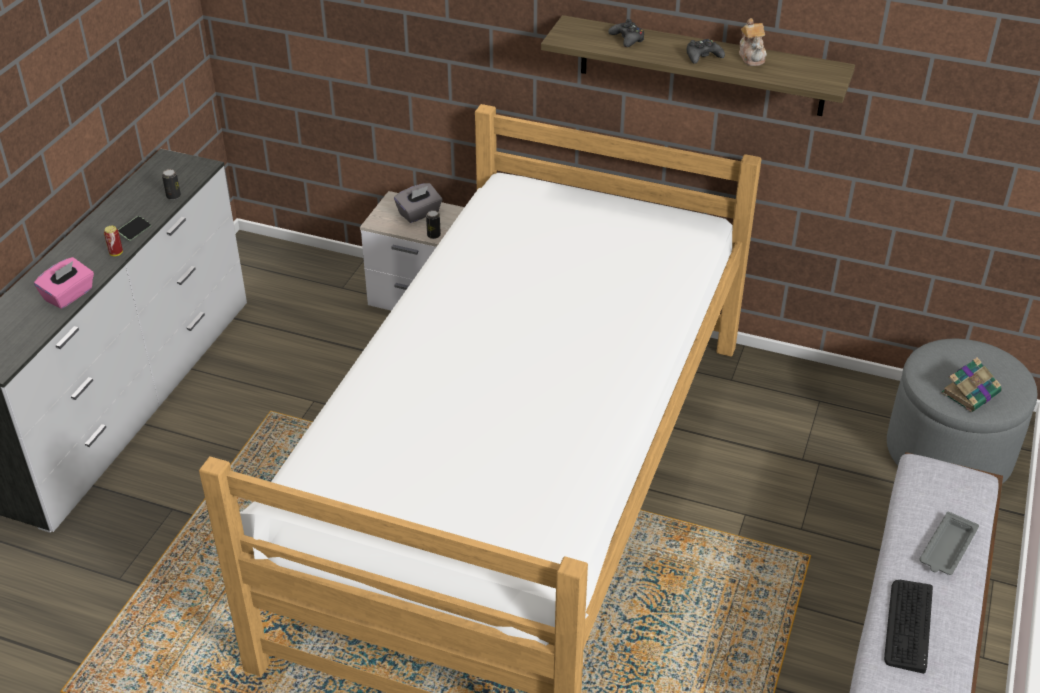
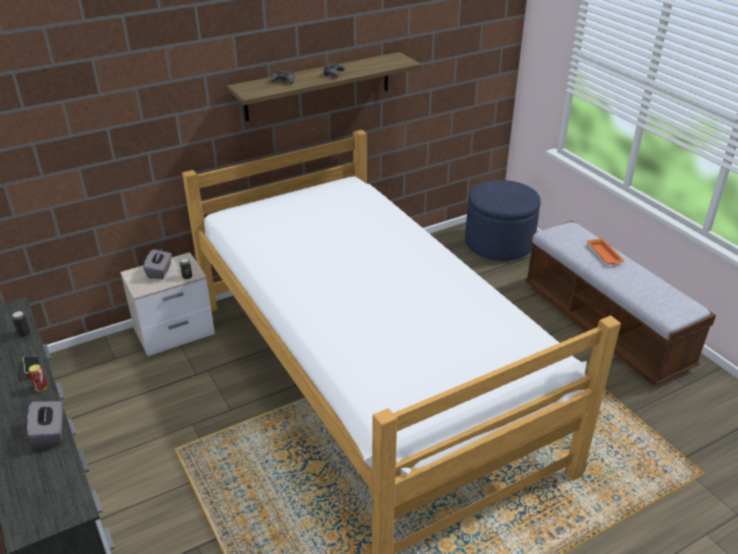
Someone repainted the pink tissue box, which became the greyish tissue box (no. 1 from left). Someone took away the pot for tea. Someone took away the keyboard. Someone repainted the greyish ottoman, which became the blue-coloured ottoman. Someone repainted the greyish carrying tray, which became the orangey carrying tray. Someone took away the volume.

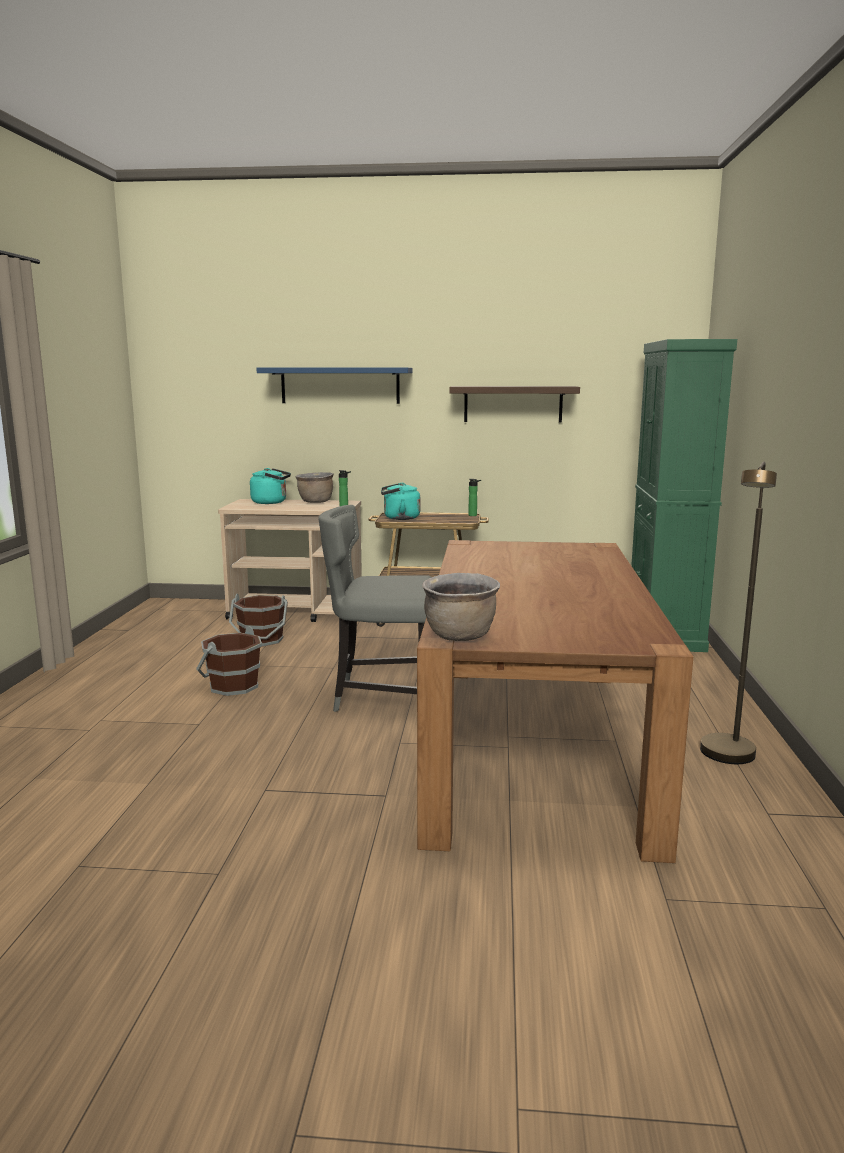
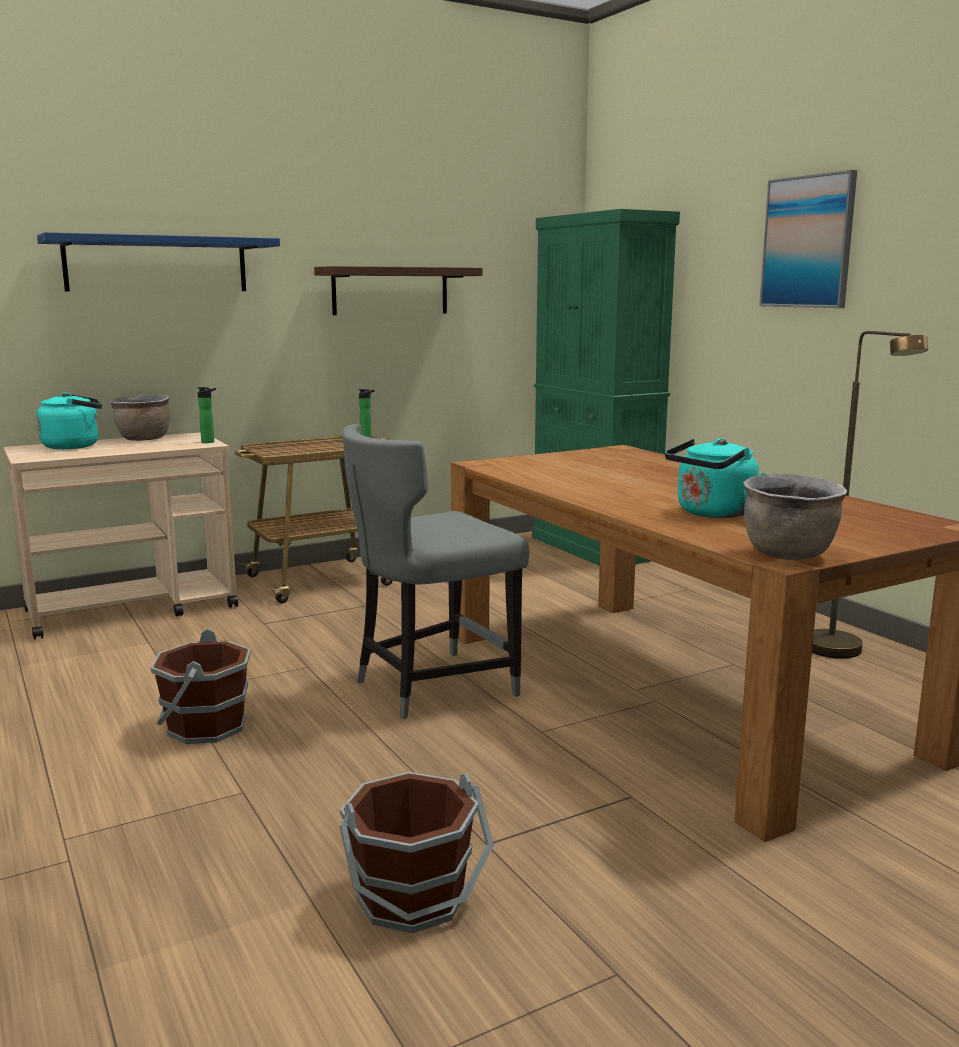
Someone carried the brownish pail (no. 2 from left). Someone carried the blue-green water kettle (no. 2 from left). Someone put up the picture.

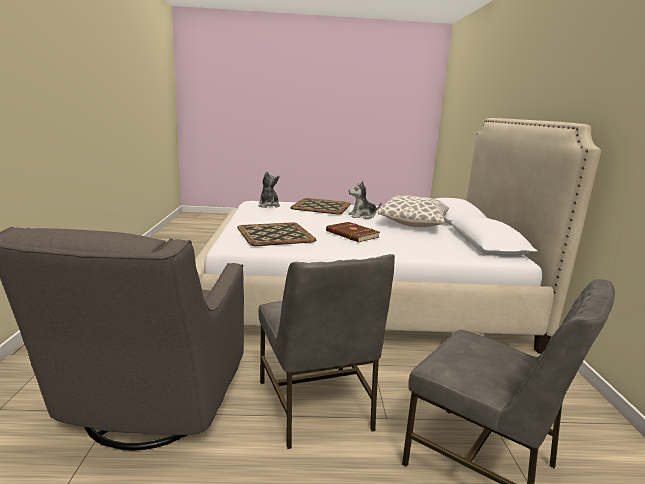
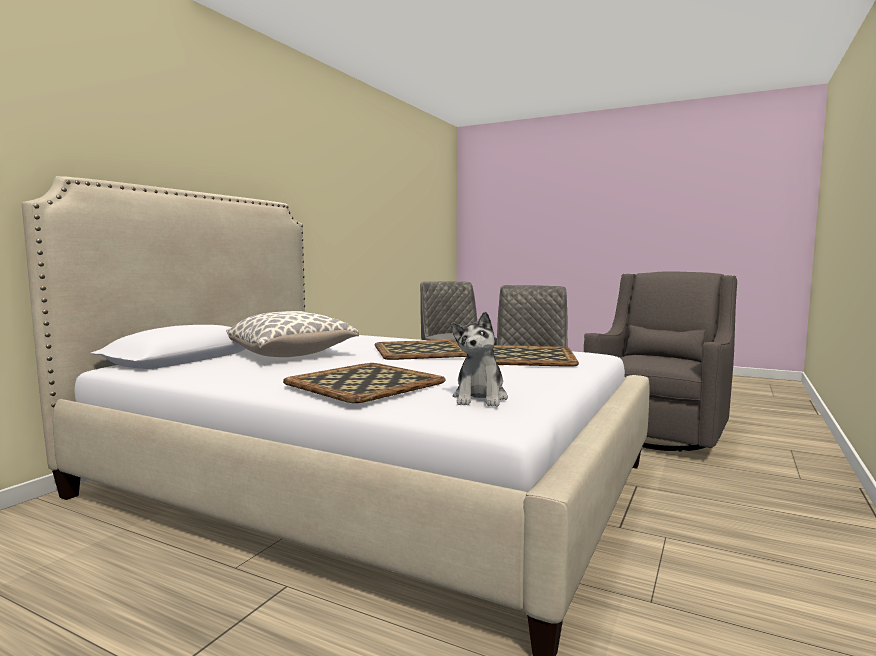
Someone swapped the brownish volume for the carrying tray (no. 2 from left). Someone took away the cuddly toy (no. 2 from left).

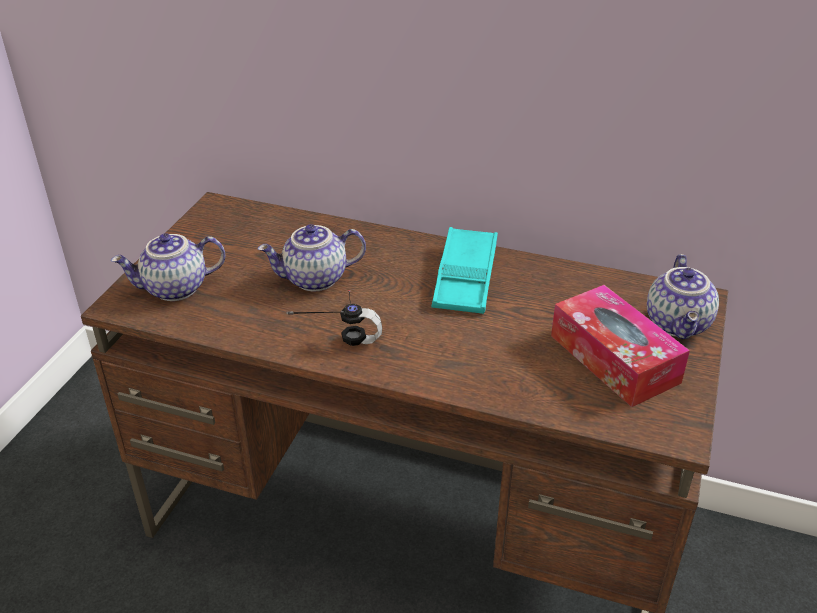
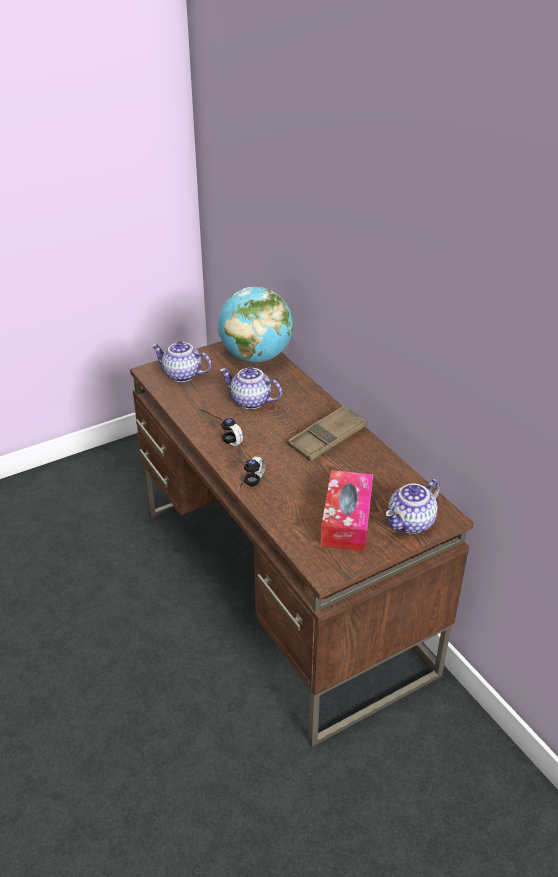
Someone repainted the blue-green carrying tray, which became the brownish carrying tray. Someone put down the globe. Someone put down the pair of headphones (no. 2 from left).

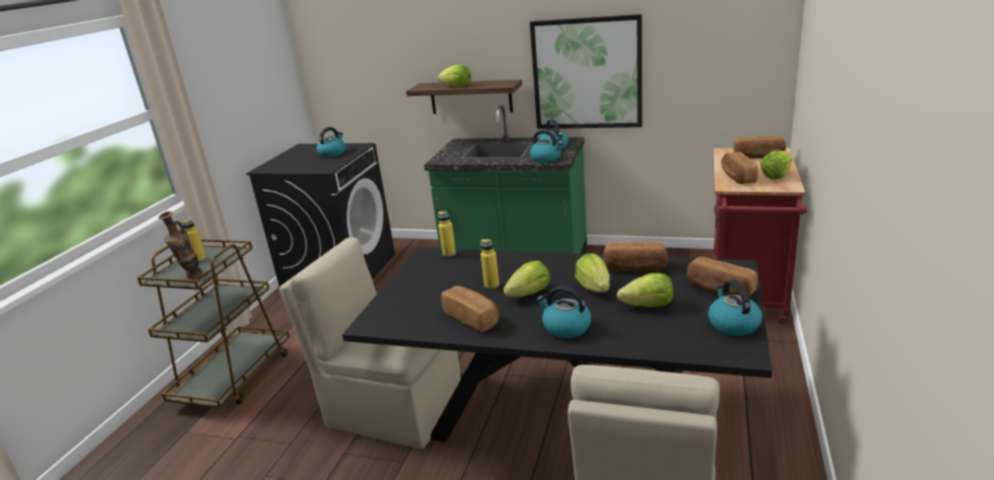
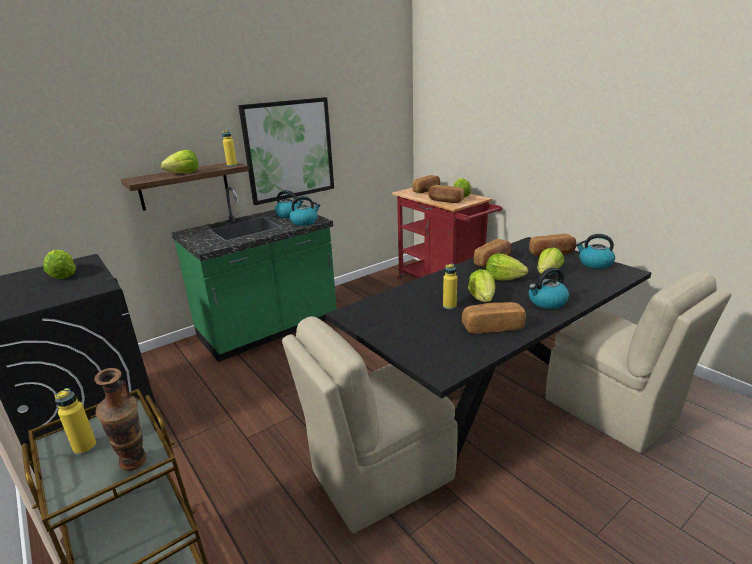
Someone swapped the water kettle (no. 1 from left) for the head of lettuce (no. 1 from left). Someone carried the yellow bottle (no. 2 from left).

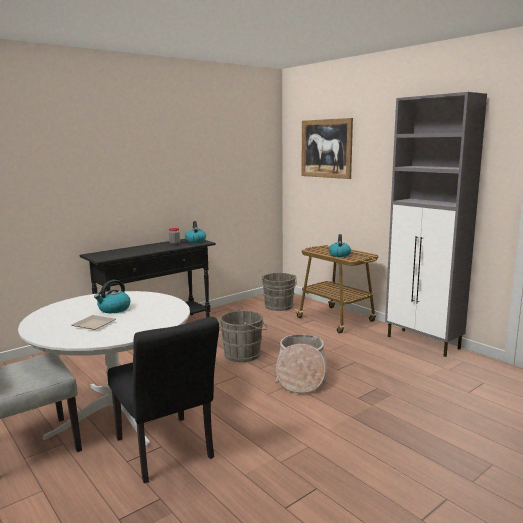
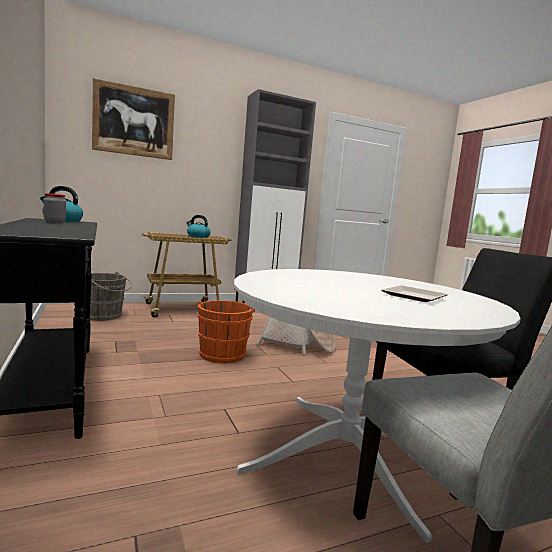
Someone took away the water kettle (no. 1 from left). Someone repainted the greyish pail (no. 1 from left), which became the orangey pail.

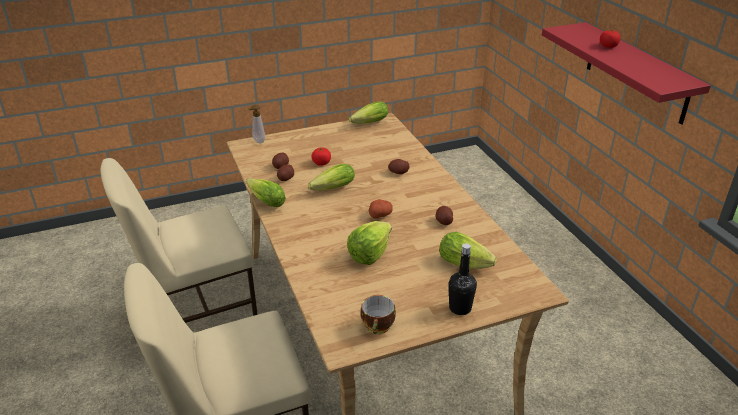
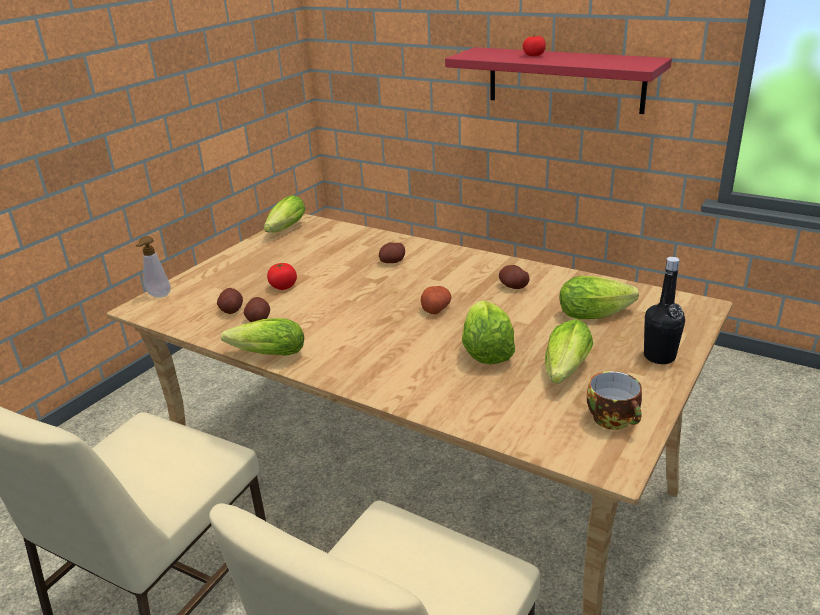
Someone carried the head of lettuce (no. 2 from left in the first image).

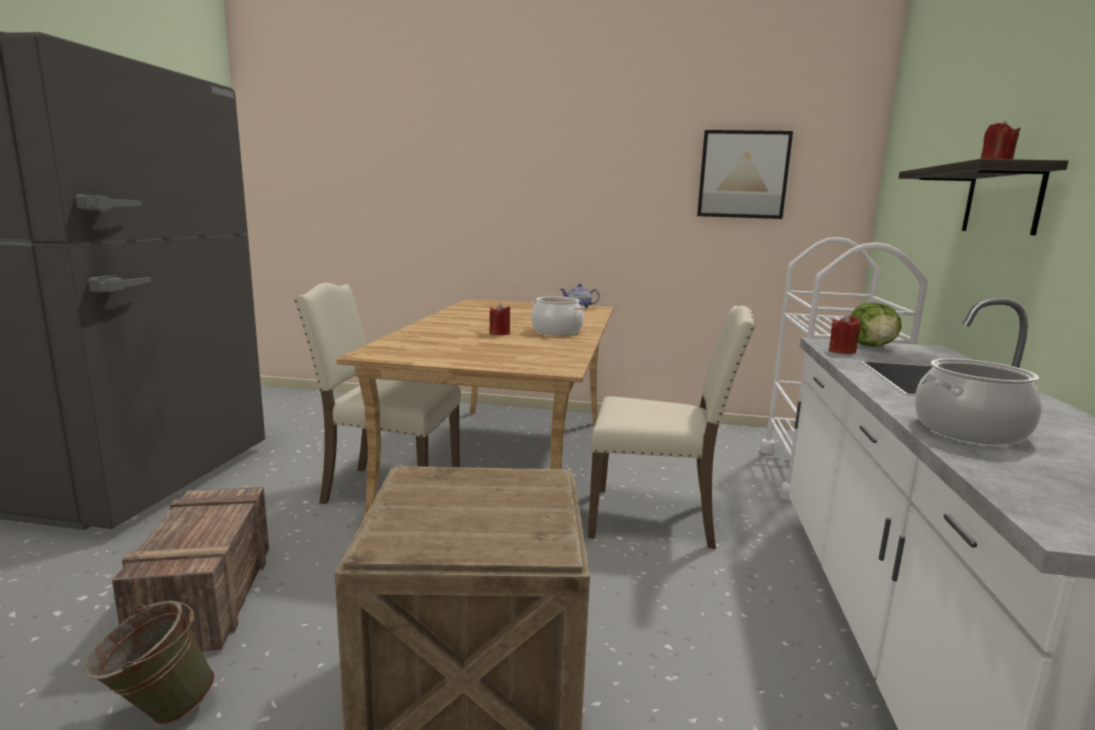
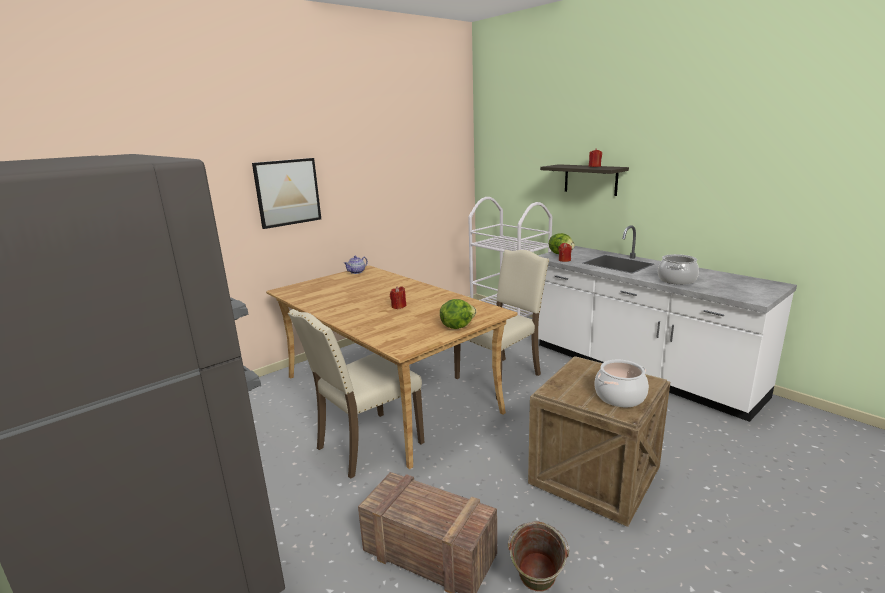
Someone carried the saucepot (no. 1 from left). Someone carried the picture. Someone put down the head of lettuce (no. 1 from left).

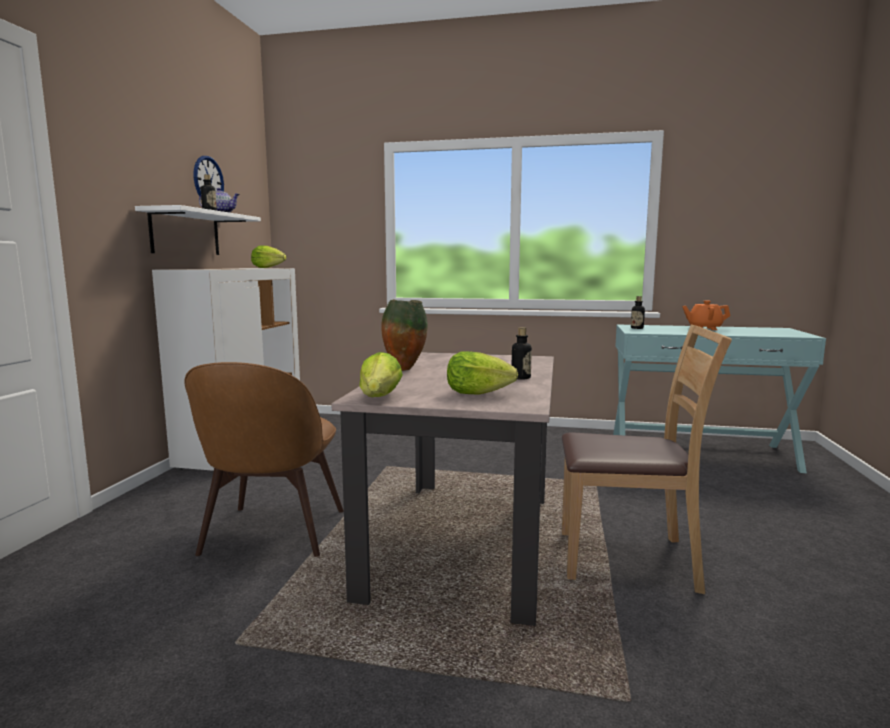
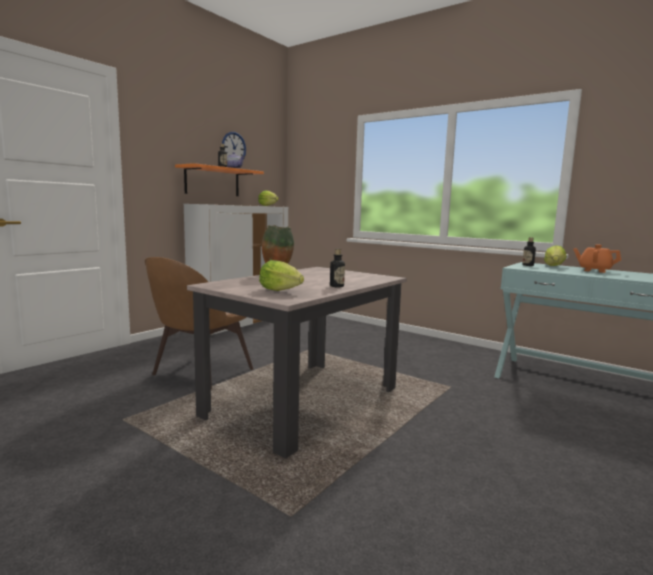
Someone repainted the white bracket shelf, which became the orangey bracket shelf. Someone carried the head of lettuce (no. 2 from left in the first image). Someone took away the brownish chair (no. 2 from left).

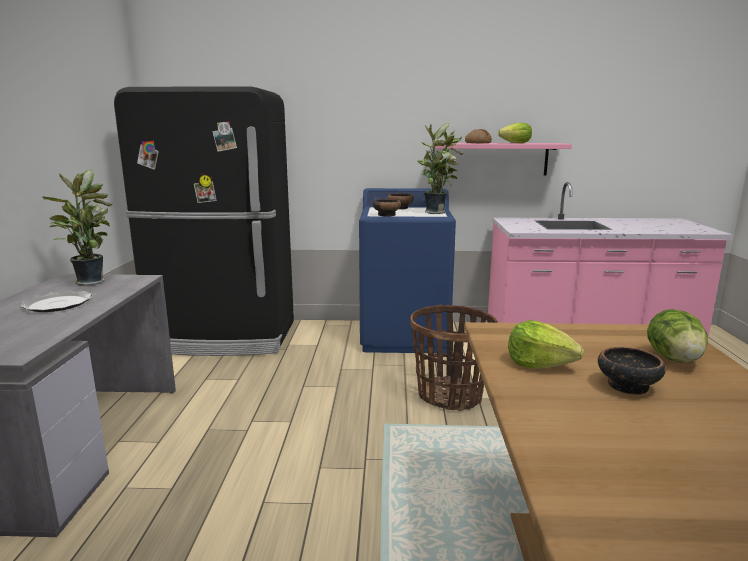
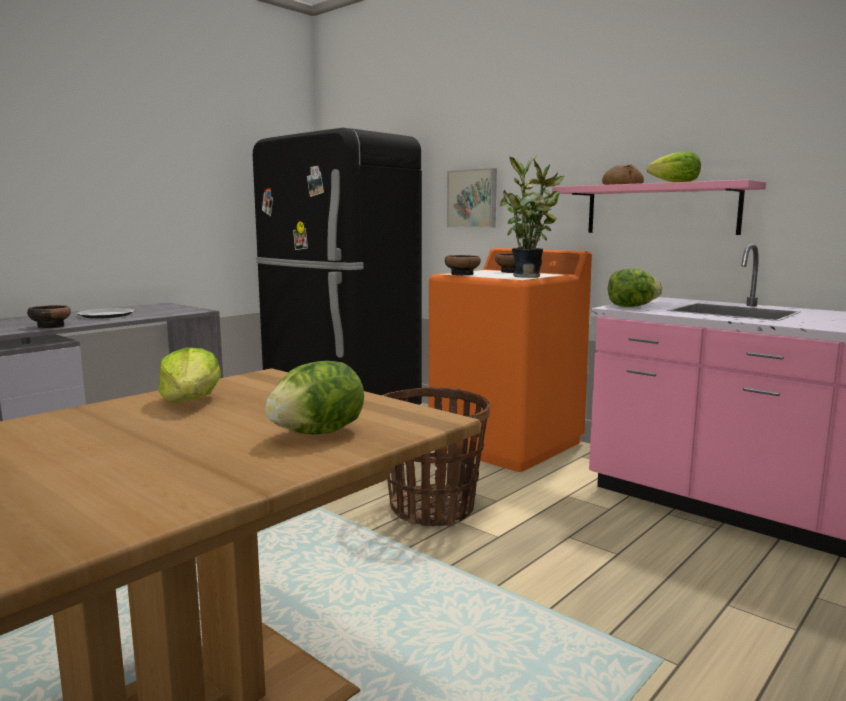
Someone took away the plant in a pot (no. 1 from left). Someone repainted the blue-coloured washing machine, which became the orangey washing machine. Someone carried the deep dish (no. 3 from left in the first image). Someone put up the picture. Someone put down the head of lettuce (no. 3 from left).

